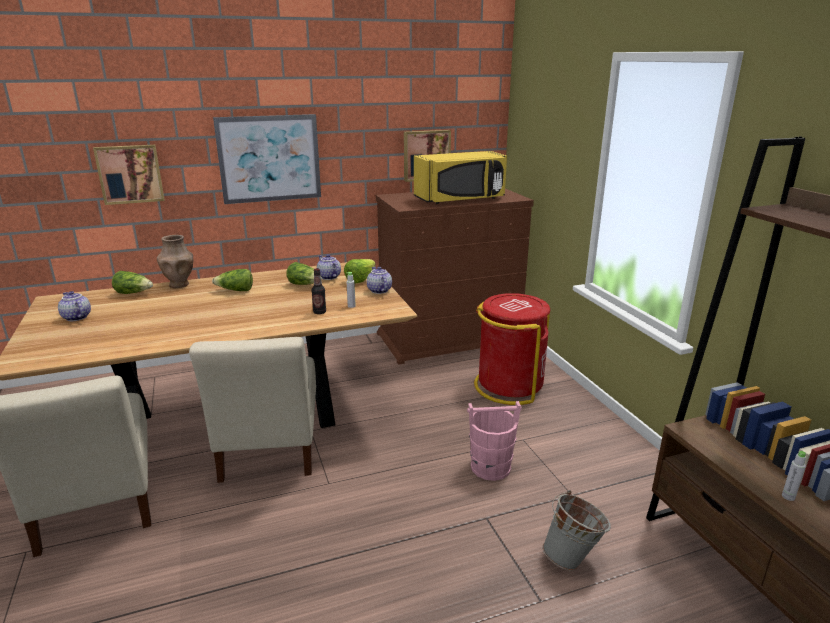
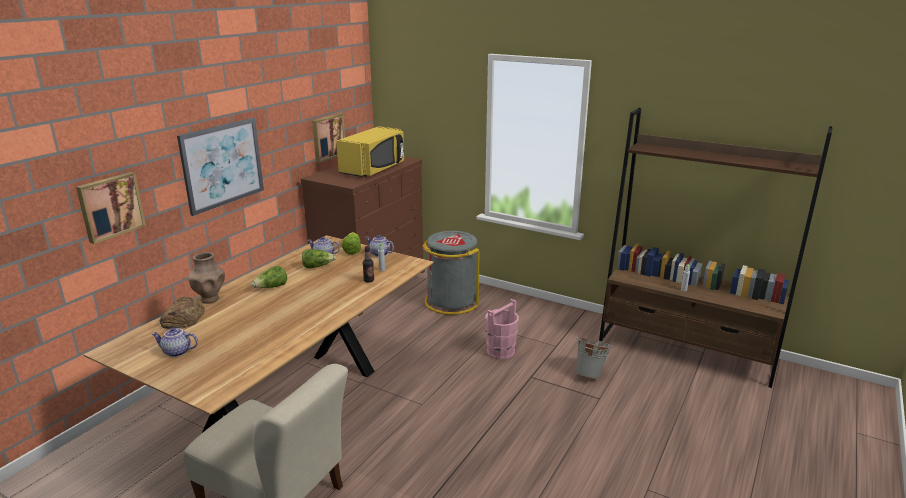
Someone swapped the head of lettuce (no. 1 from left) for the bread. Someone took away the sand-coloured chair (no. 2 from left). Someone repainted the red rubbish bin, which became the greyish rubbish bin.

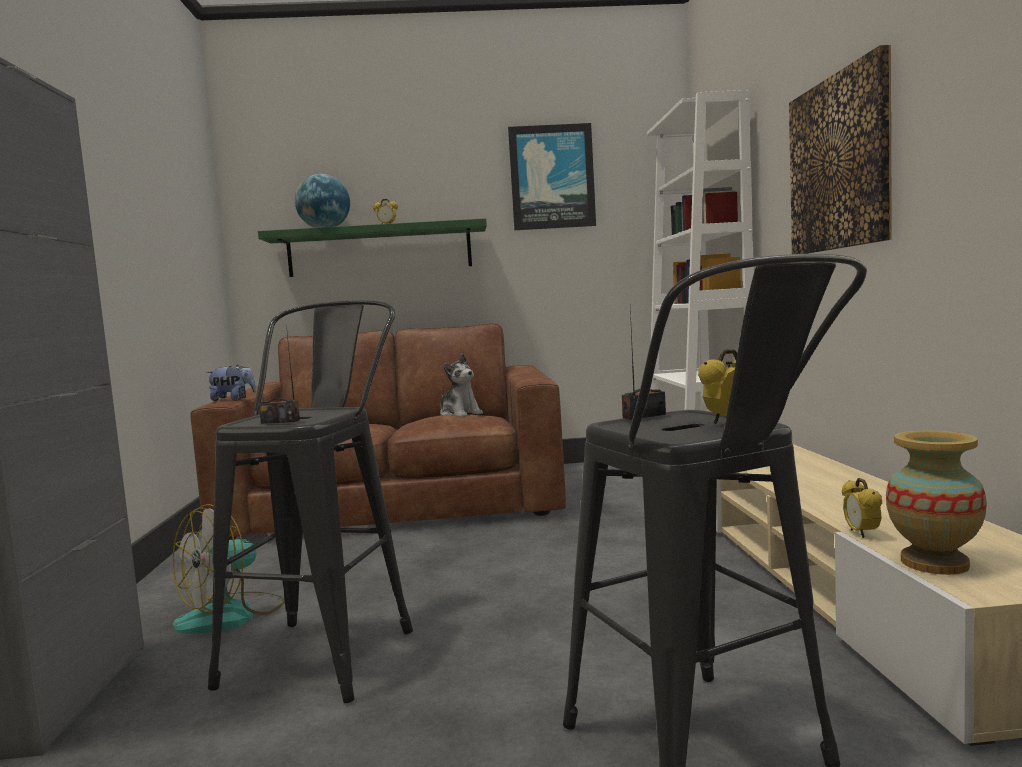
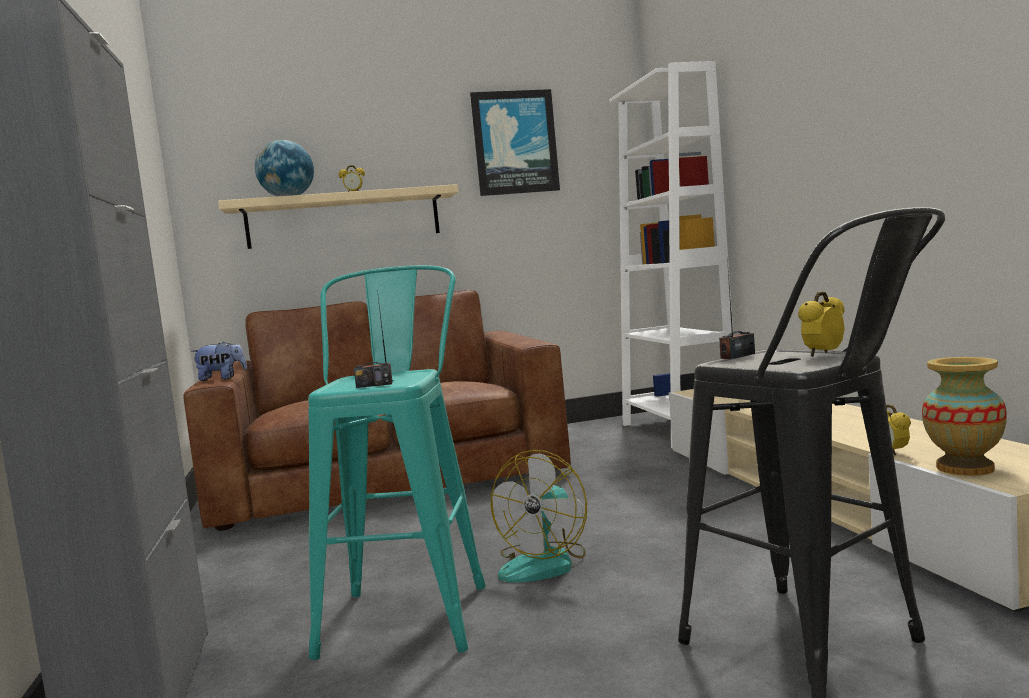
Someone carried the electric fan. Someone repainted the black stool (no. 1 from left), which became the blue-green stool. Someone repainted the greenish bracket shelf, which became the sand-coloured bracket shelf. Someone took away the cuddly toy (no. 2 from left). Someone took away the picture (no. 2 from left).

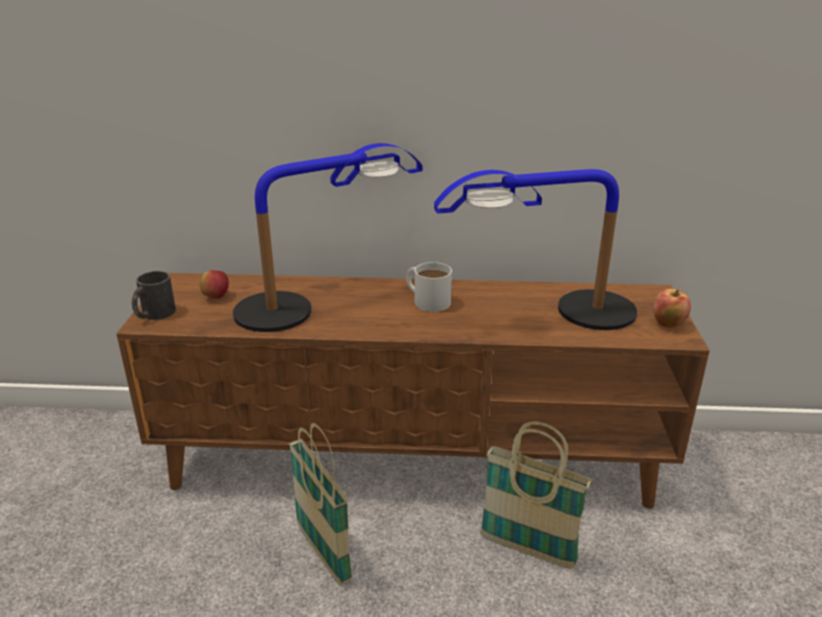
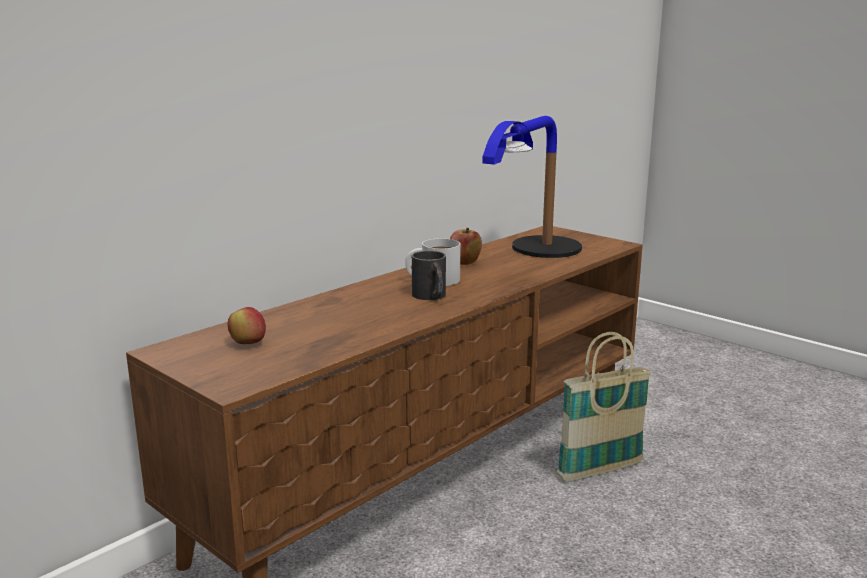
Someone carried the black coffee mug. Someone took away the table lamp (no. 1 from left). Someone took away the storage basket (no. 1 from left). Someone carried the apple (no. 2 from left).

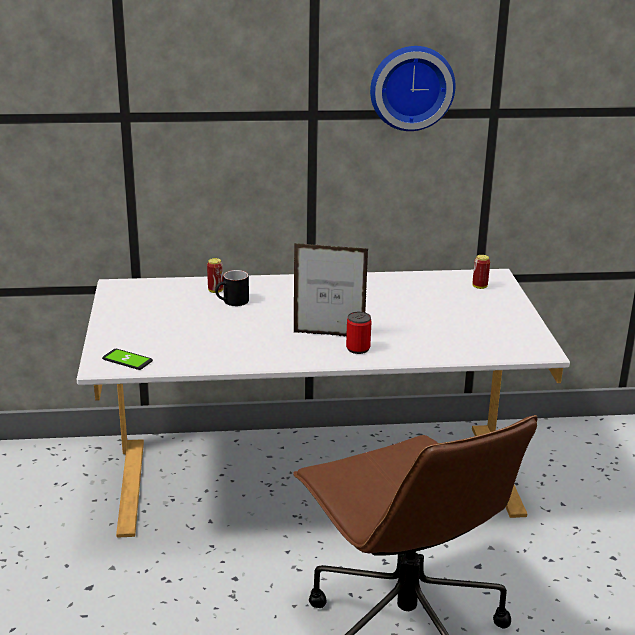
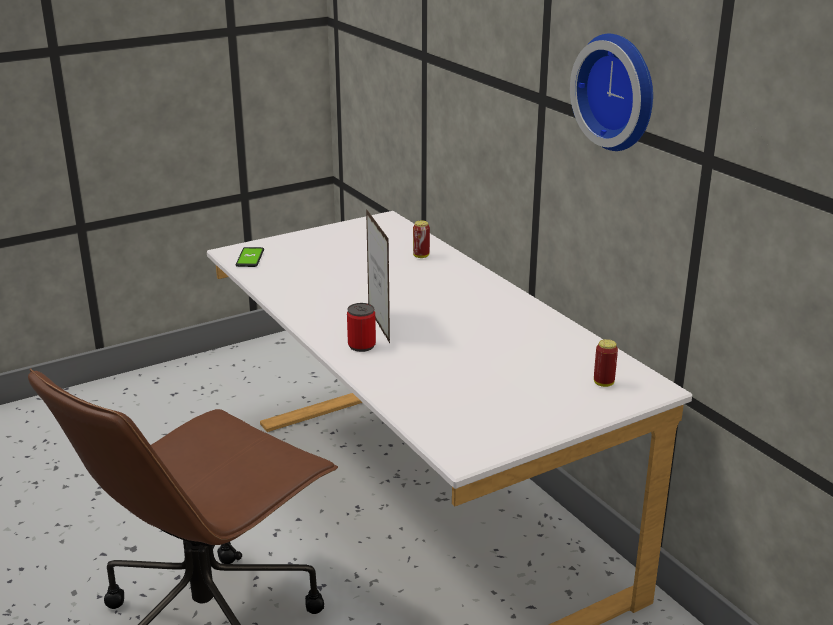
Someone took away the black coffee mug.

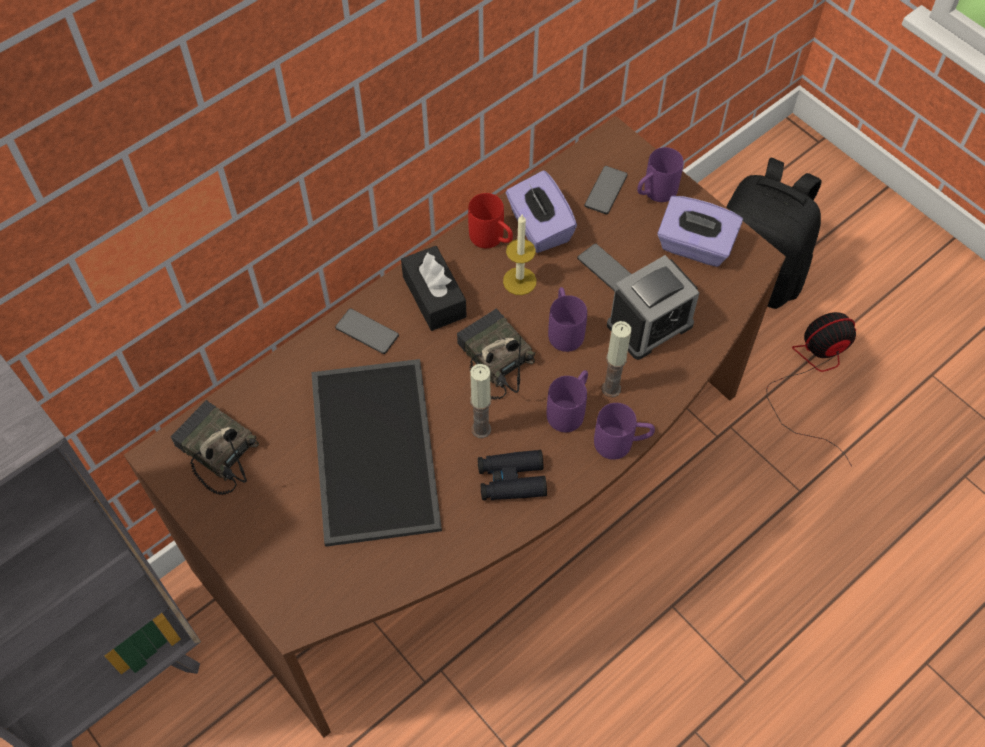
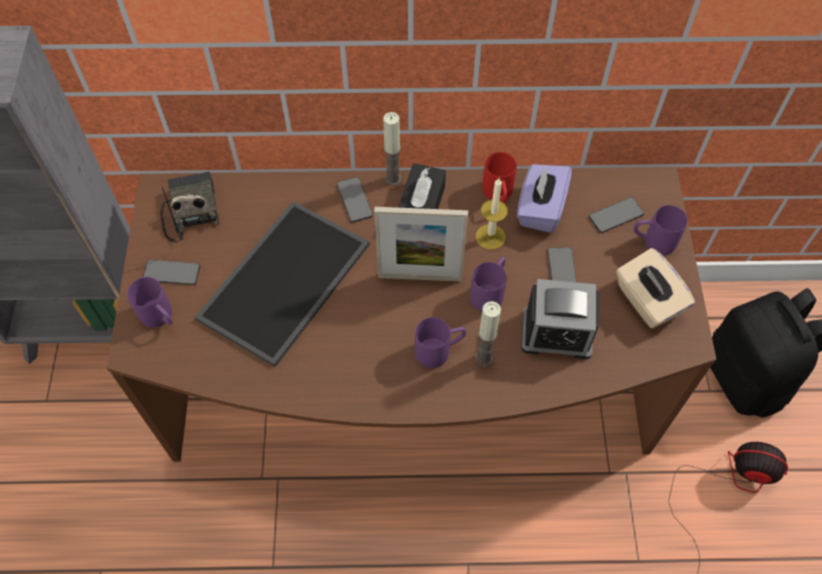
Someone swapped the radio set (no. 2 from left) for the picture frame. Someone carried the candle (no. 1 from left). Someone took away the black field glasses. Someone carried the purple-coloured coffee mug (no. 3 from left in the first image). Someone repainted the purple-coloured tissue box (no. 2 from left), which became the sand-coloured tissue box. Someone put down the telephone (no. 1 from left).

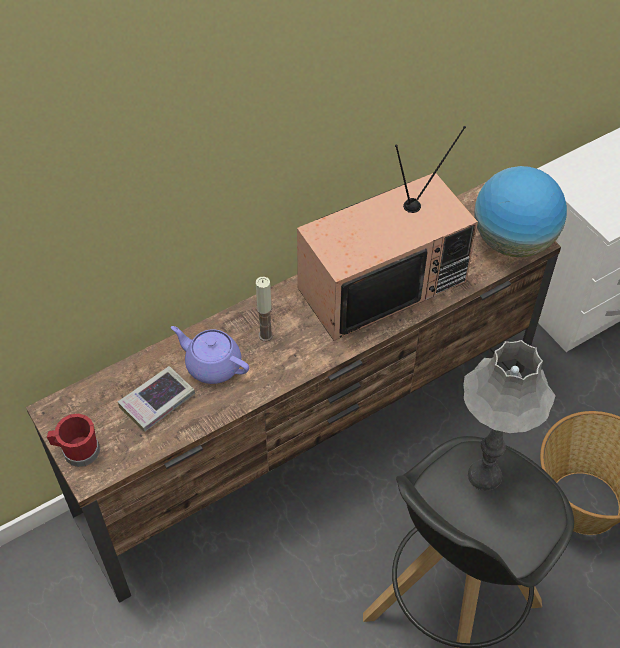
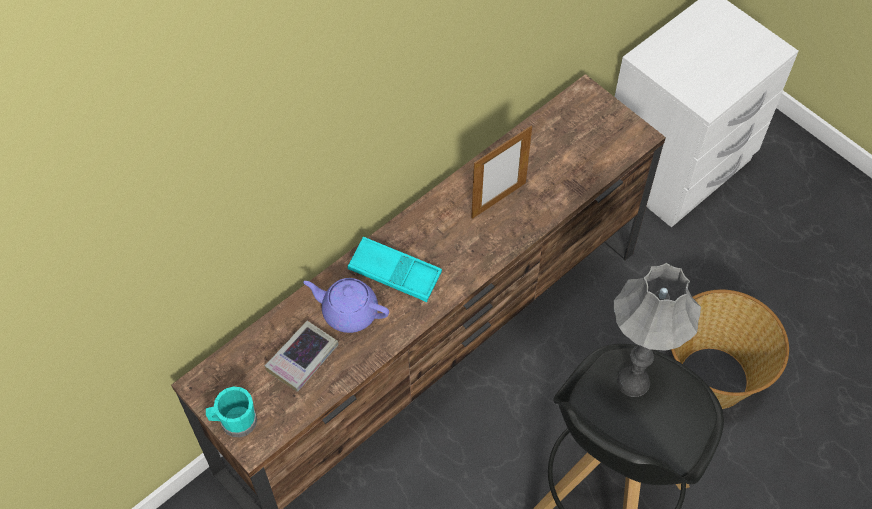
Someone repainted the red coffee mug, which became the blue-green coffee mug. Someone swapped the candle for the blue-green carrying tray. Someone swapped the TV set for the picture frame. Someone took away the globe.

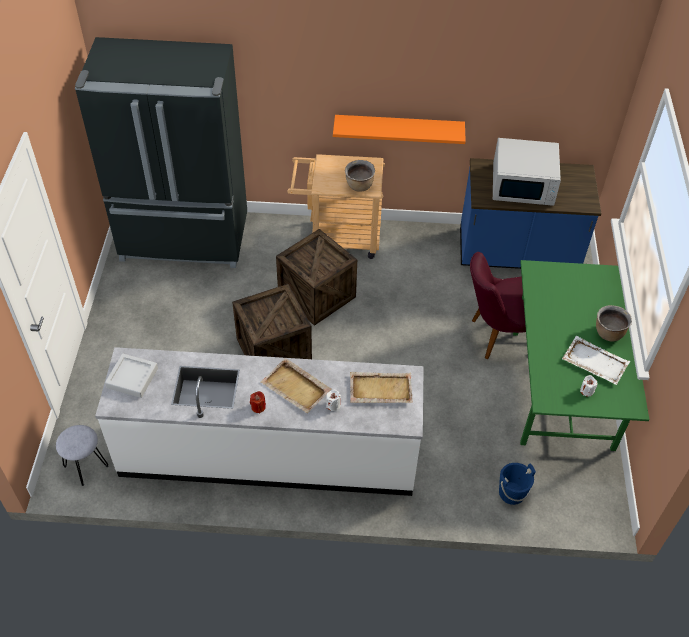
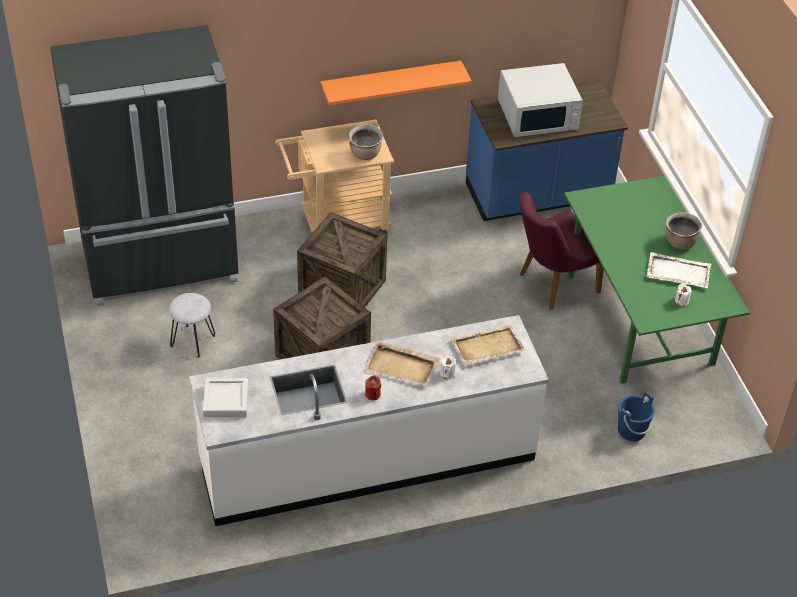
Someone carried the greyish stool.

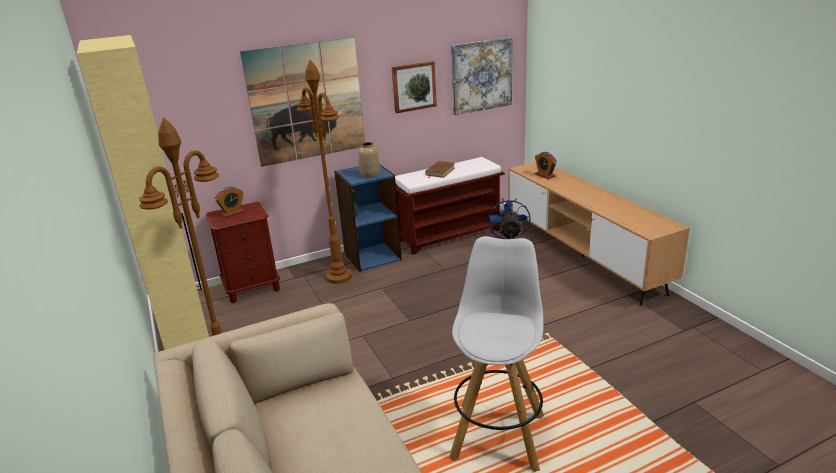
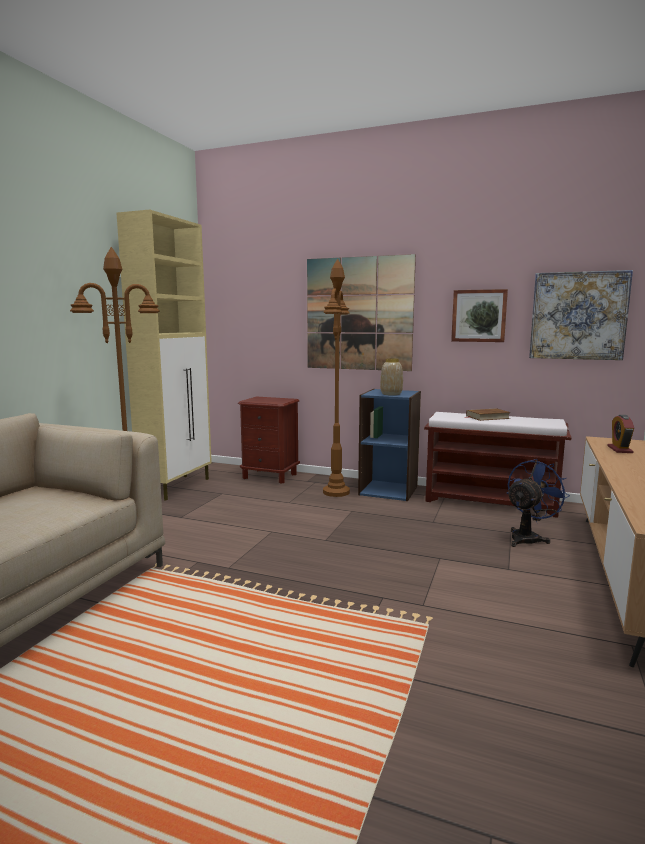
Someone took away the table clock (no. 1 from left). Someone took away the white stool.

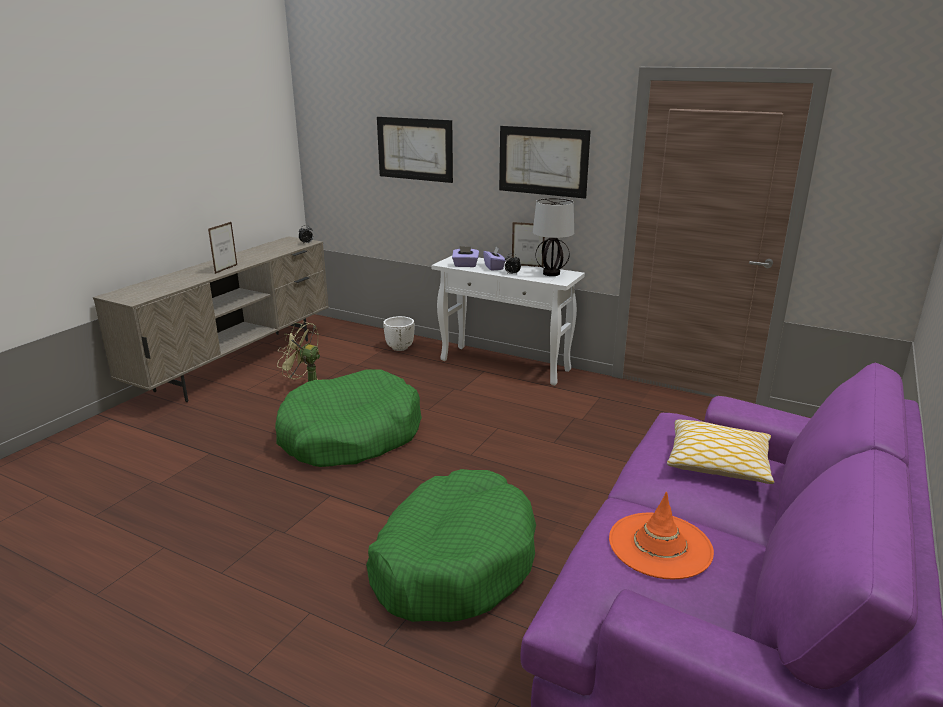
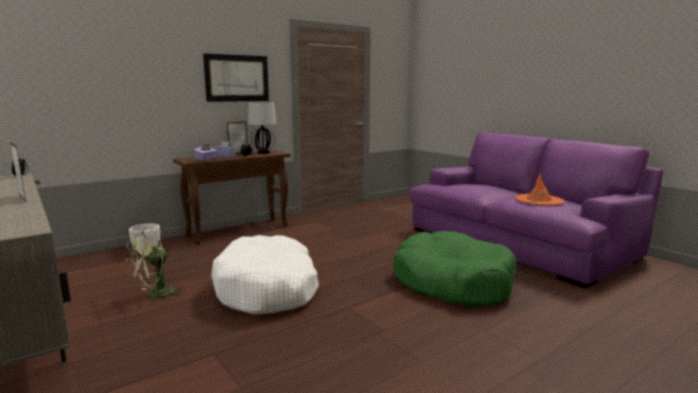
Someone repainted the greenish dog bed (no. 1 from left), which became the white dog bed. Someone took away the picture (no. 1 from left). Someone repainted the white hall table, which became the brownish hall table. Someone took away the cushion.

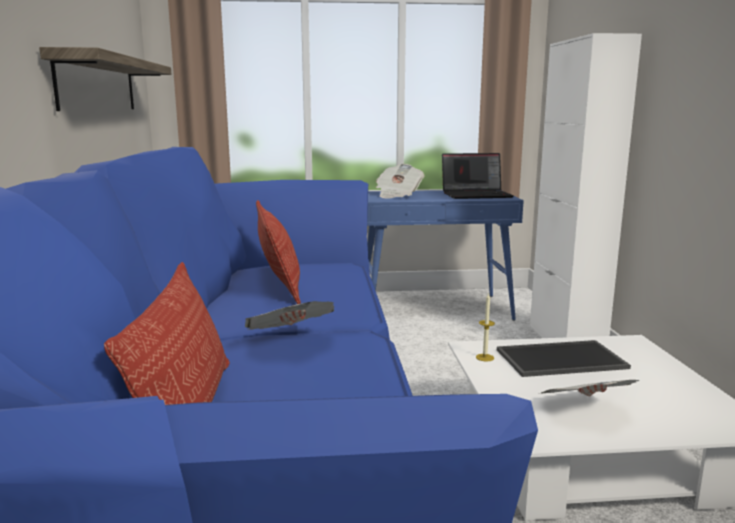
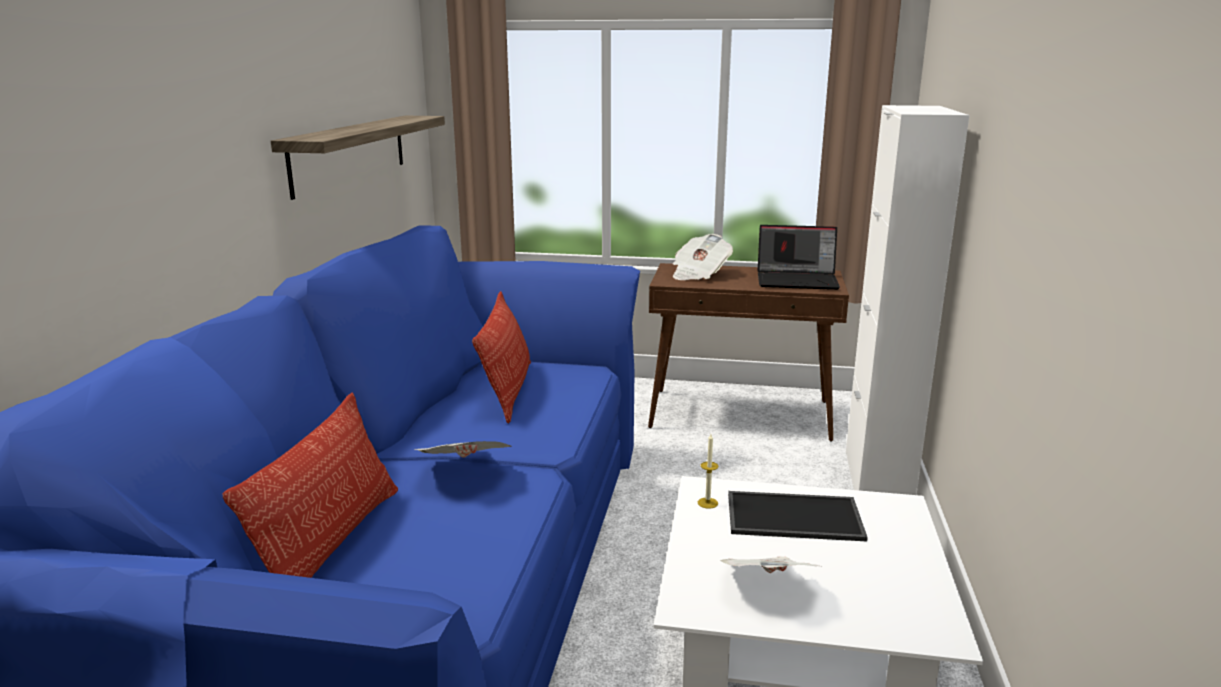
Someone repainted the blue-coloured hall table, which became the brownish hall table.

